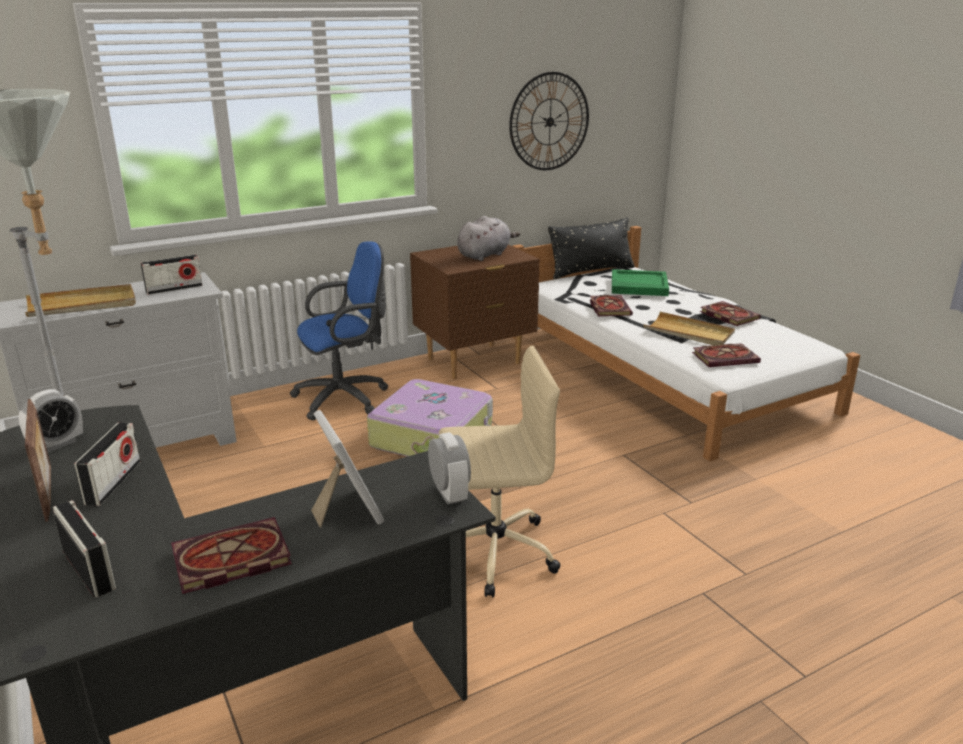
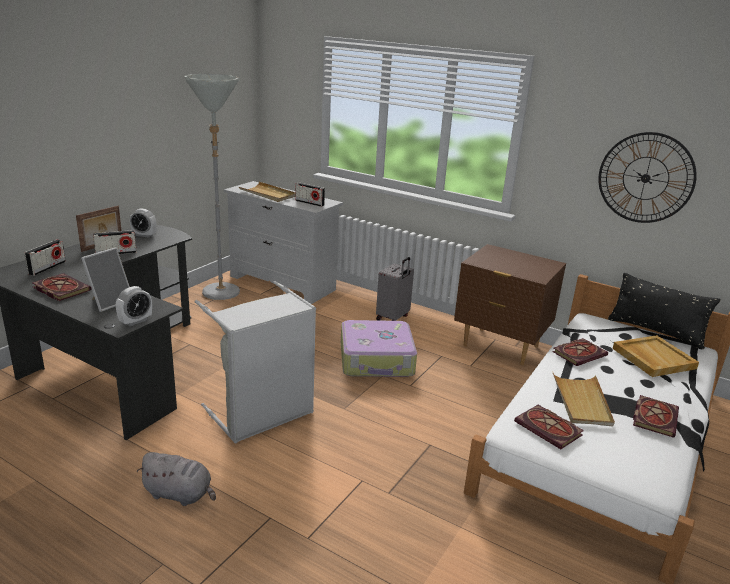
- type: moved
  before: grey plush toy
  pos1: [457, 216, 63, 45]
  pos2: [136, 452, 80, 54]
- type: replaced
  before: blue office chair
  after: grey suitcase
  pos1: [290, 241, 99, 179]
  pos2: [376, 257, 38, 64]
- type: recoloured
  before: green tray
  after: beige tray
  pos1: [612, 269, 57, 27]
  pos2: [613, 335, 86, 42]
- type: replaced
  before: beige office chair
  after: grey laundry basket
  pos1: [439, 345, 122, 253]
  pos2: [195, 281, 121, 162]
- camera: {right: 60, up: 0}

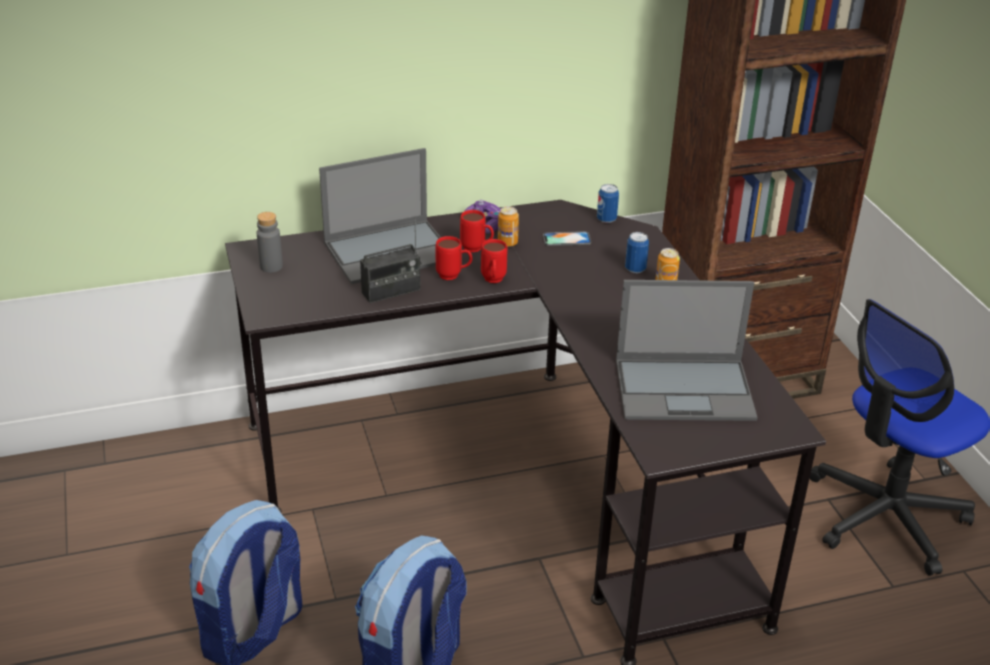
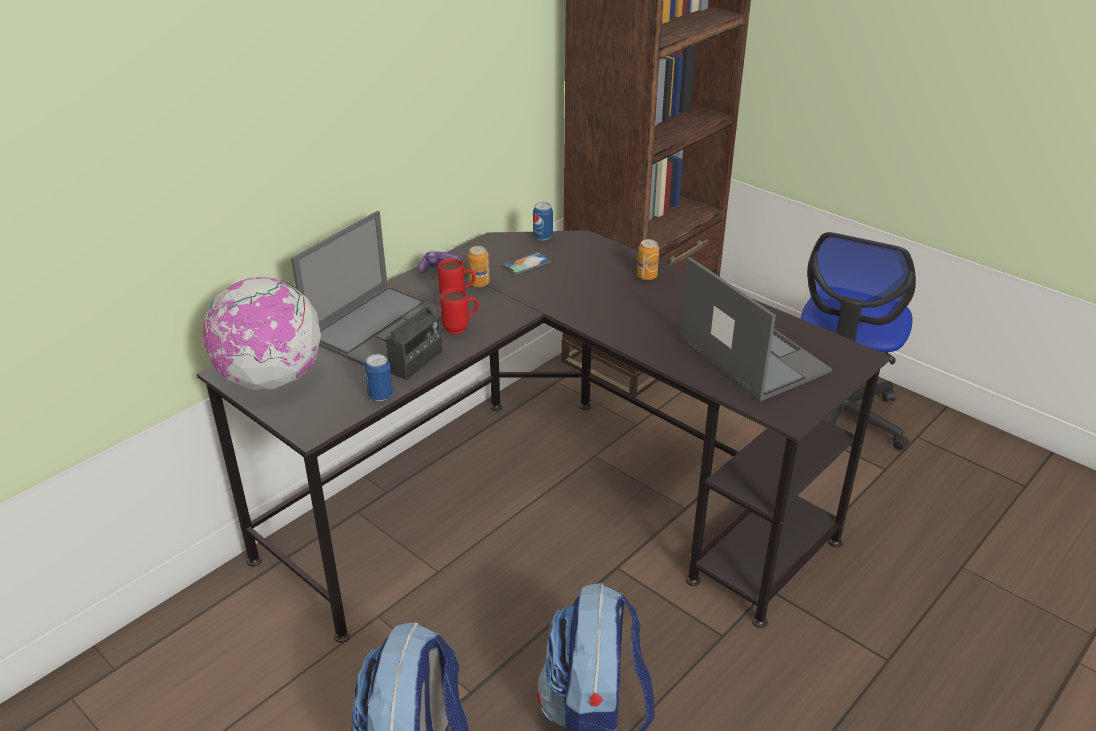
- type: replaced
  before: grey bottle
  after: globe
  pos1: [257, 212, 26, 61]
  pos2: [203, 277, 118, 113]
- type: moved
  before: can
  pos1: [625, 232, 24, 41]
  pos2: [364, 354, 29, 47]
- type: removed
  before: red mug
  pos1: [481, 239, 26, 44]
- type: turned
  before: laptop
  pos1: [616, 280, 142, 141]
  pos2: [680, 257, 152, 145]
  turn: -90
- camera: {right: -30, up: 0}

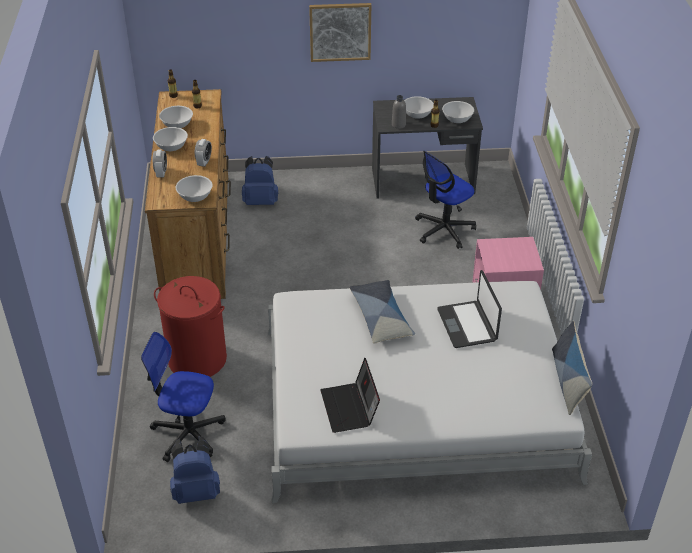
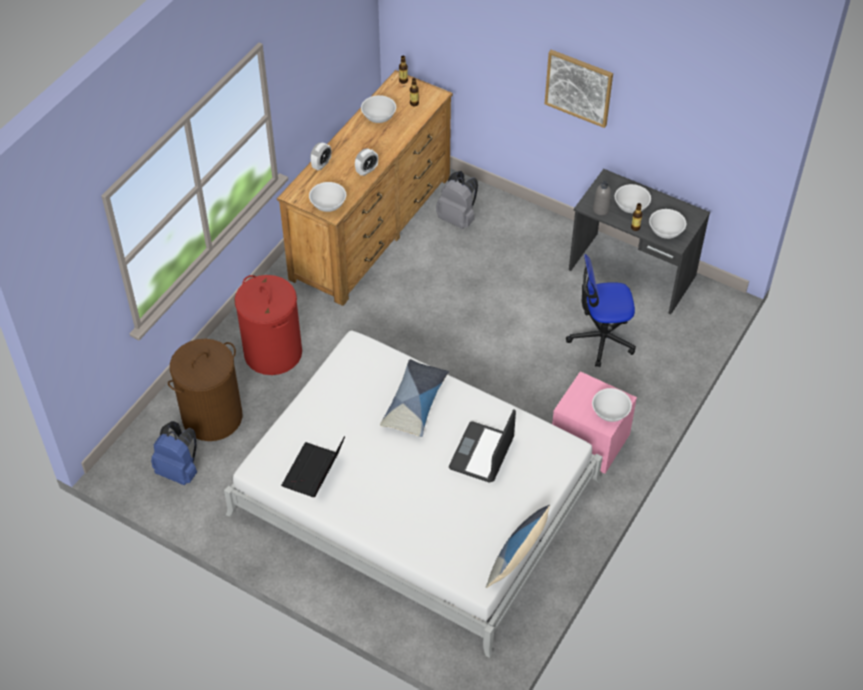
- type: moved
  before: white bowl
  pos1: [153, 127, 35, 24]
  pos2: [592, 388, 40, 34]
- type: recoloured
  before: blue backpack
  after: grey backpack
  pos1: [242, 156, 36, 49]
  pos2: [436, 171, 42, 58]
- type: replaced
  before: office chair
  after: brown laundry basket
  pos1: [141, 332, 84, 130]
  pos2: [168, 339, 74, 102]
- camera: {right: 35, up: 10}

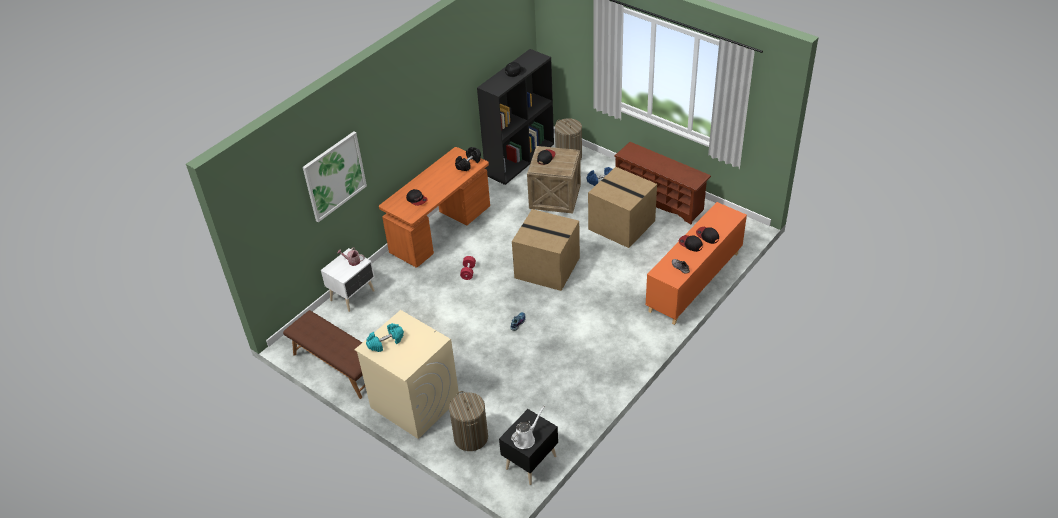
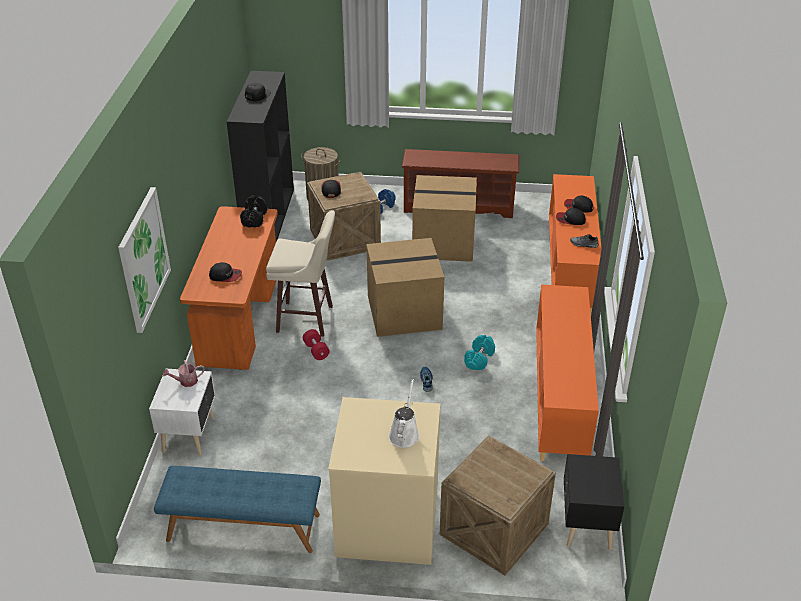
- type: recoloured
  before: brown bench
  after: blue bench
  pos1: [283, 310, 82, 89]
  pos2: [154, 466, 167, 87]
- type: moved
  before: turquoise dumbbell
  pos1: [366, 323, 38, 29]
  pos2: [464, 335, 31, 35]
- type: replaced
  before: laundry basket
  after: crate
  pos1: [449, 391, 39, 60]
  pos2: [439, 435, 117, 141]
- type: moved
  before: white watering can
  pos1: [511, 406, 34, 43]
  pos2: [389, 379, 30, 69]
- type: added
  after: beige stool
  pos2: [266, 210, 69, 127]
- type: added
  after: orange cabinet
  pos2: [536, 285, 63, 176]
- camera: {right: -35, up: -5}

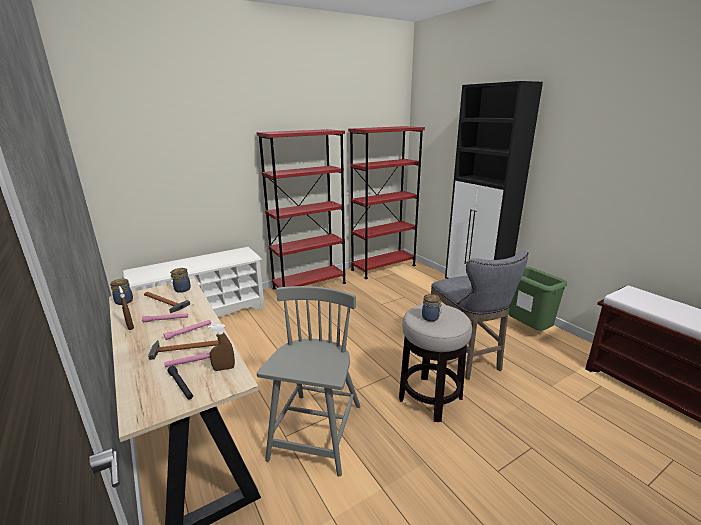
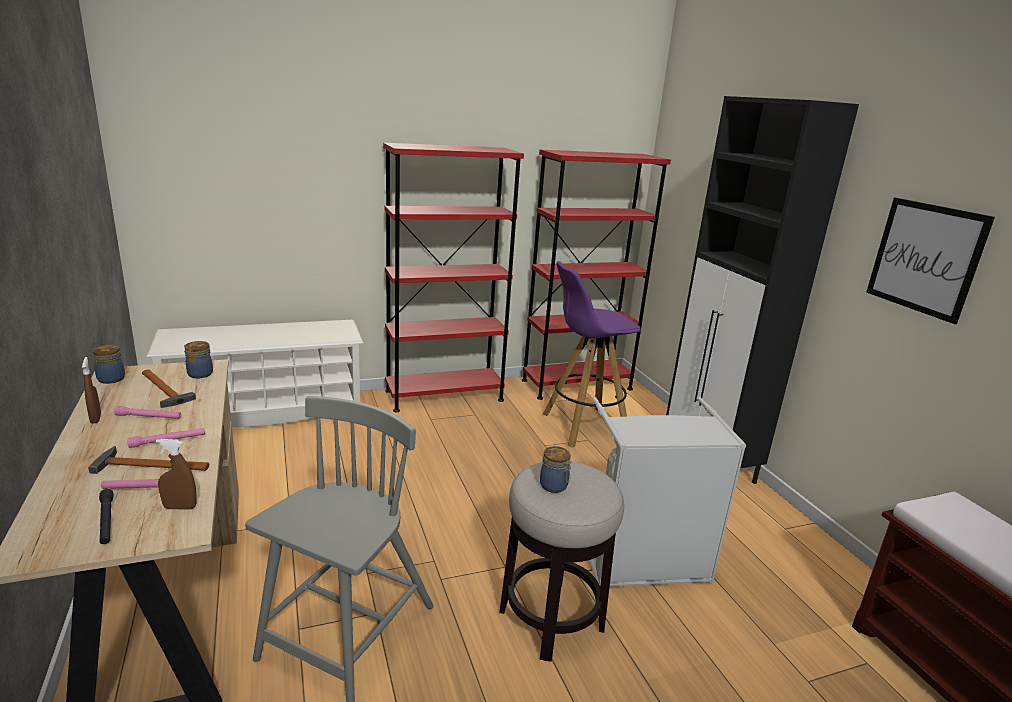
- type: replaced
  before: grey stool
  after: grey laundry basket
  pos1: [431, 250, 97, 130]
  pos2: [589, 397, 157, 190]
- type: removed
  before: green trash can
  pos1: [508, 267, 59, 63]
- type: added
  after: picture
  pos2: [866, 198, 129, 126]
- type: added
  after: purple stool
  pos2: [543, 261, 98, 187]
- camera: {right: 10, up: 0}

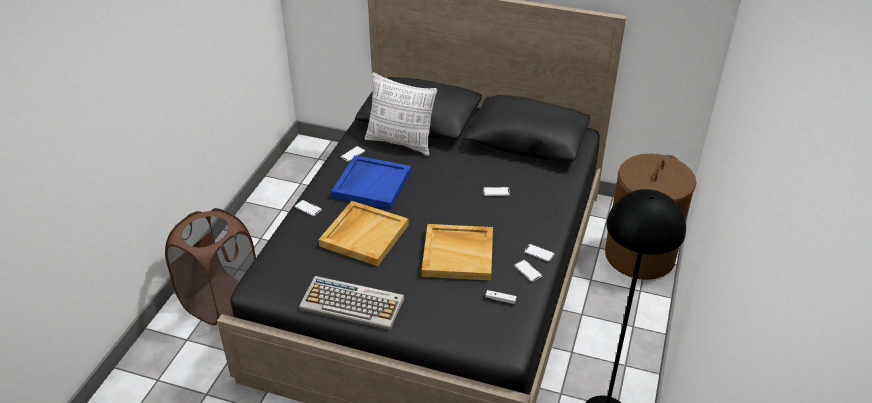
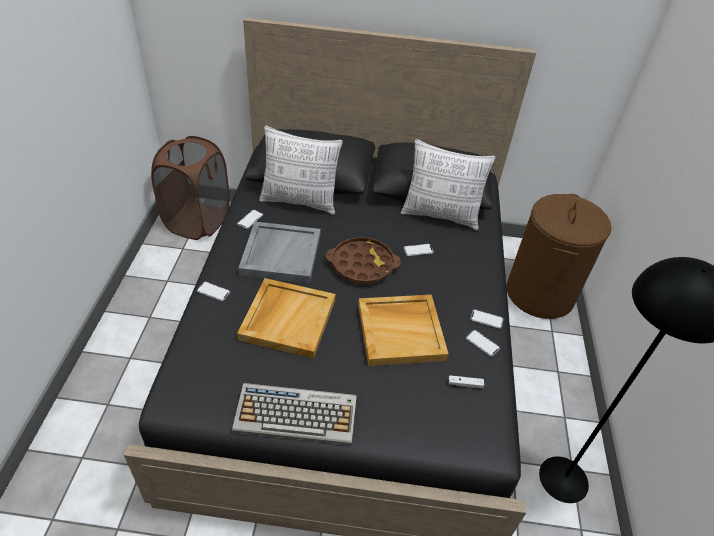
- type: recoloured
  before: blue tray
  after: grey tray
  pos1: [332, 155, 79, 55]
  pos2: [238, 221, 83, 62]
- type: moved
  before: brown laundry basket
  pos1: [165, 208, 91, 118]
  pos2: [151, 136, 79, 104]
- type: added
  after: pillow
  pos2: [401, 139, 95, 91]
- type: added
  after: brown tray
  pos2: [326, 237, 75, 47]
- camera: {right: -15, up: 5}

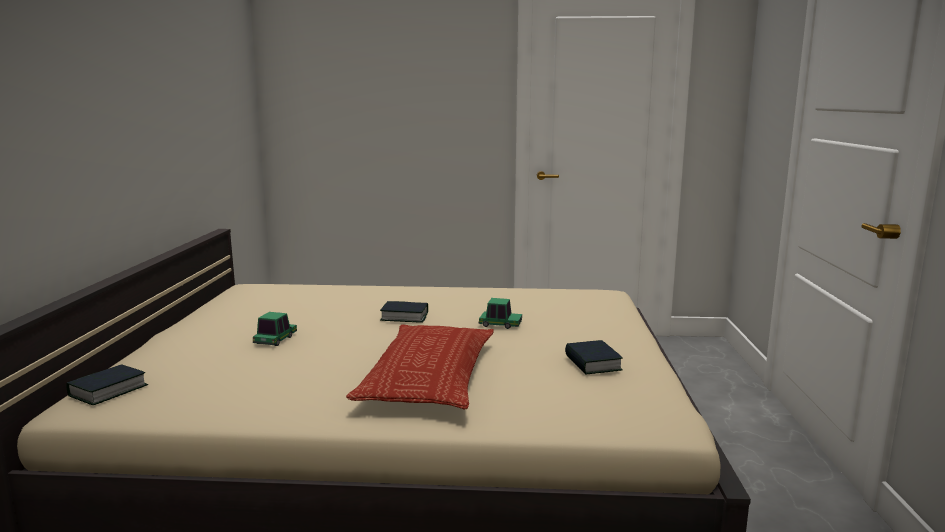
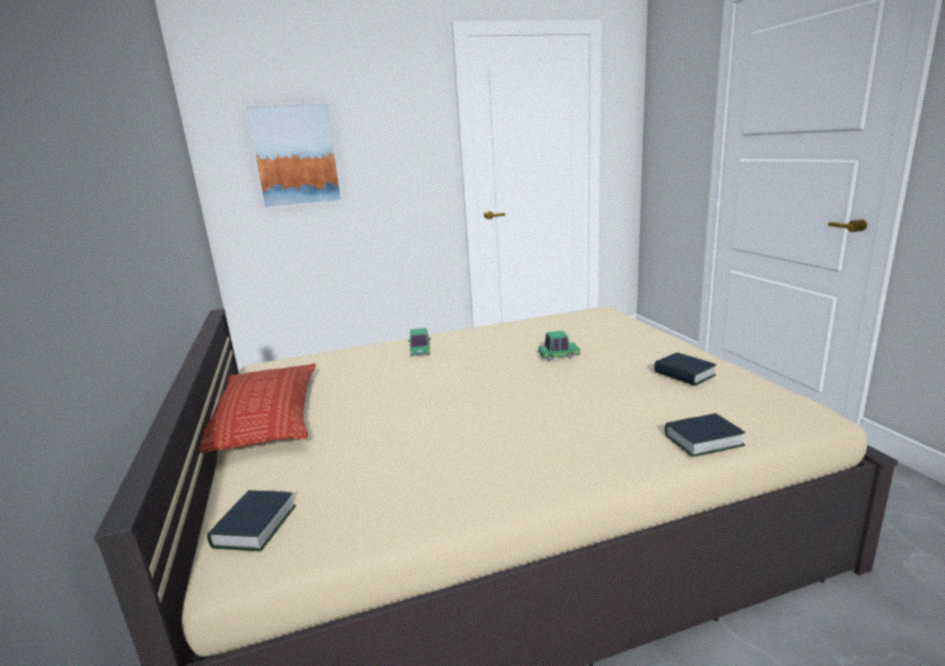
- type: moved
  before: book
  pos1: [380, 301, 48, 22]
  pos2: [665, 413, 80, 44]
- type: moved
  before: toy car
  pos1: [253, 312, 44, 34]
  pos2: [408, 328, 23, 28]
- type: moved
  before: pillow
  pos1: [346, 324, 148, 85]
  pos2: [199, 363, 117, 91]
- type: added
  after: picture
  pos2: [244, 102, 99, 107]
- camera: {right: -20, up: 5}

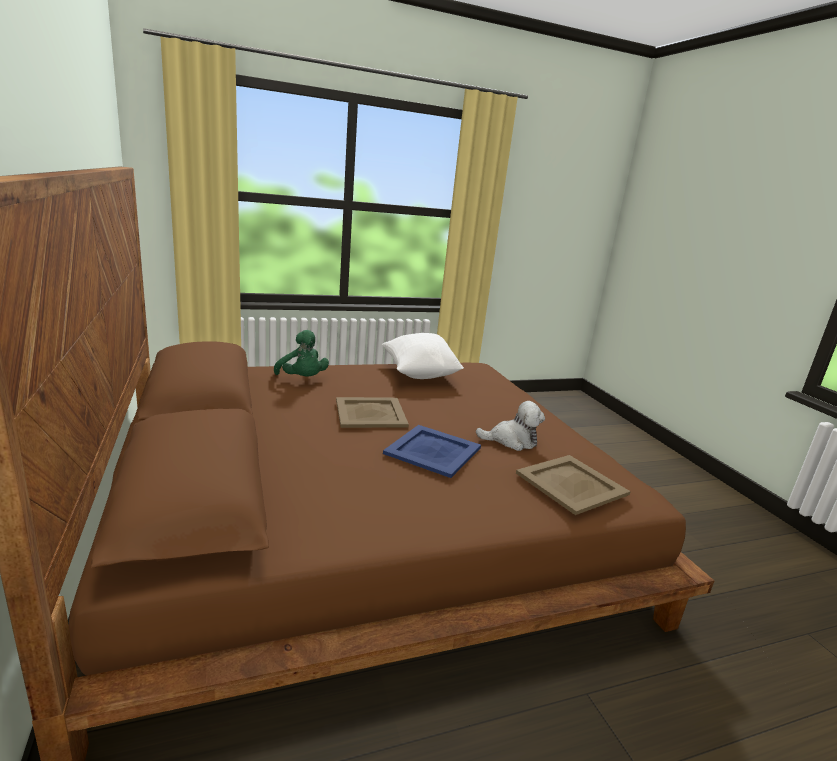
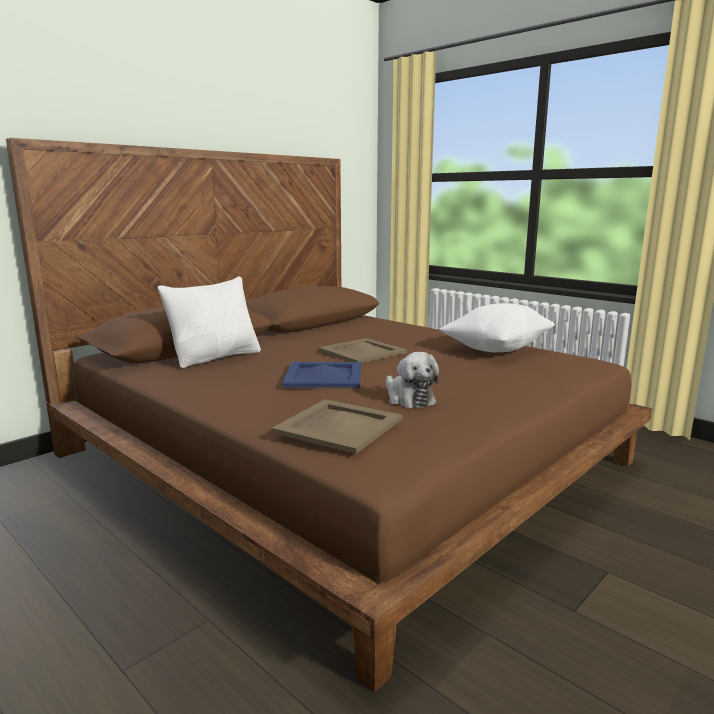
- type: removed
  before: green plush toy
  pos1: [274, 330, 55, 47]
- type: added
  after: white pillow
  pos2: [158, 276, 103, 92]
- camera: {right: 65, up: -5}

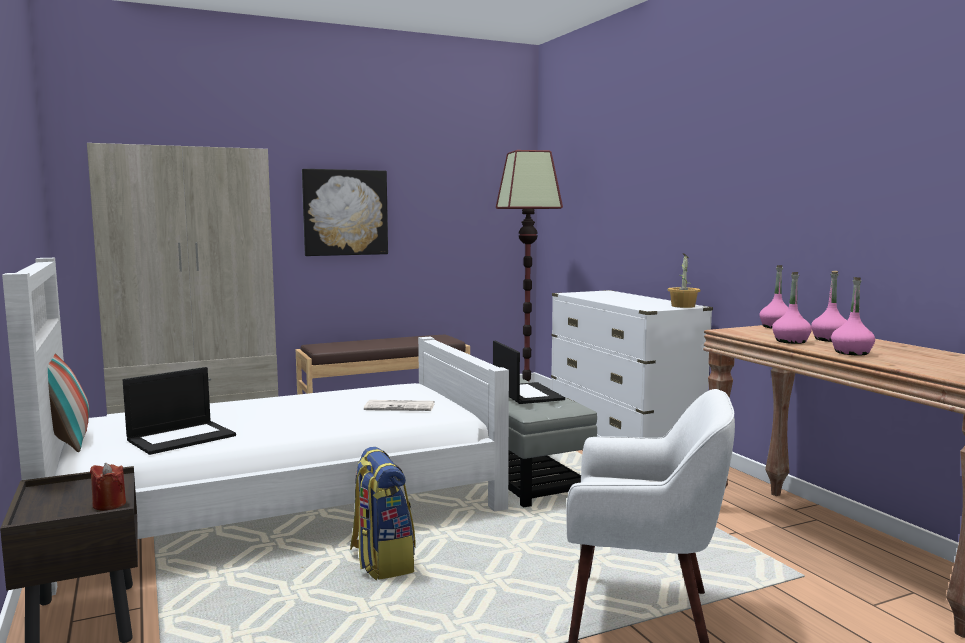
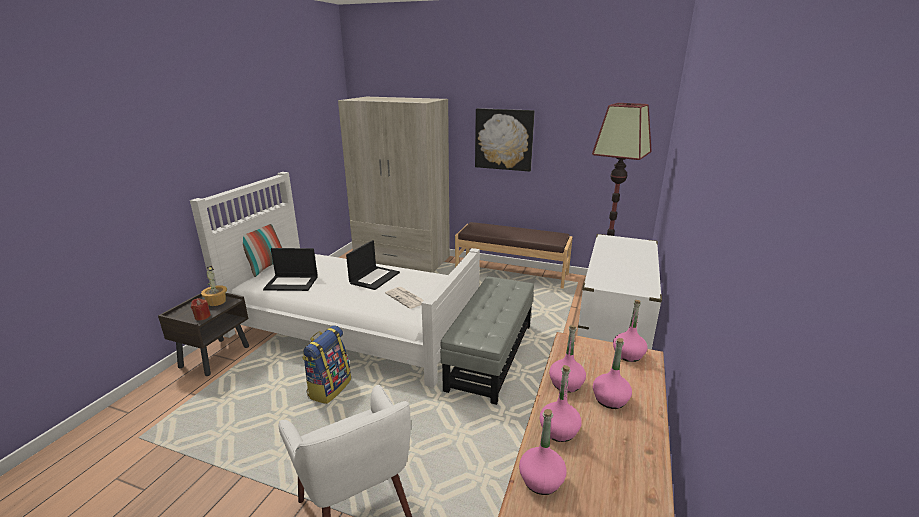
- type: moved
  before: potted plant
  pos1: [668, 254, 32, 54]
  pos2: [201, 266, 26, 40]
- type: moved
  before: laptop
  pos1: [493, 341, 72, 63]
  pos2: [346, 240, 54, 50]
- type: added
  after: pink bottle
  pos2: [519, 409, 48, 86]
- camera: {right: 45, up: 15}

